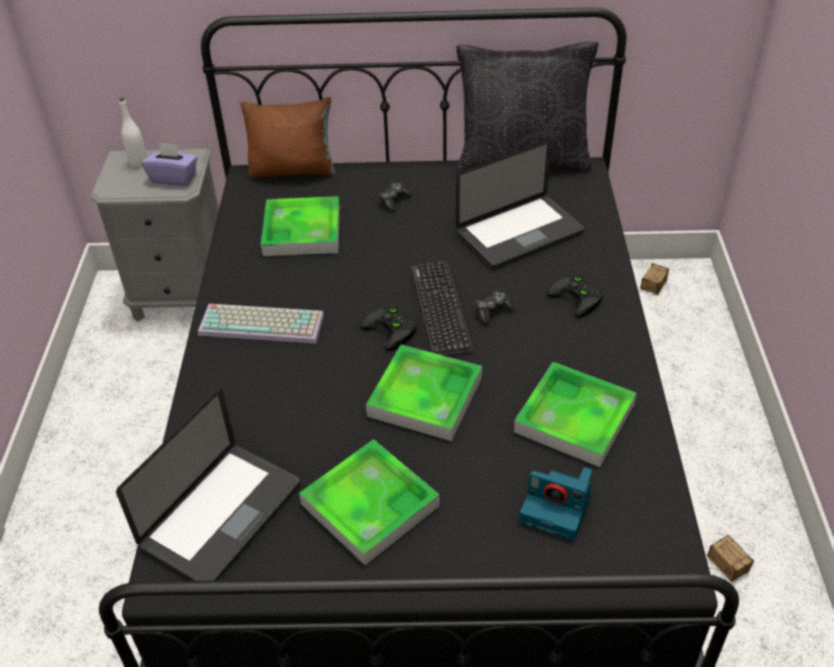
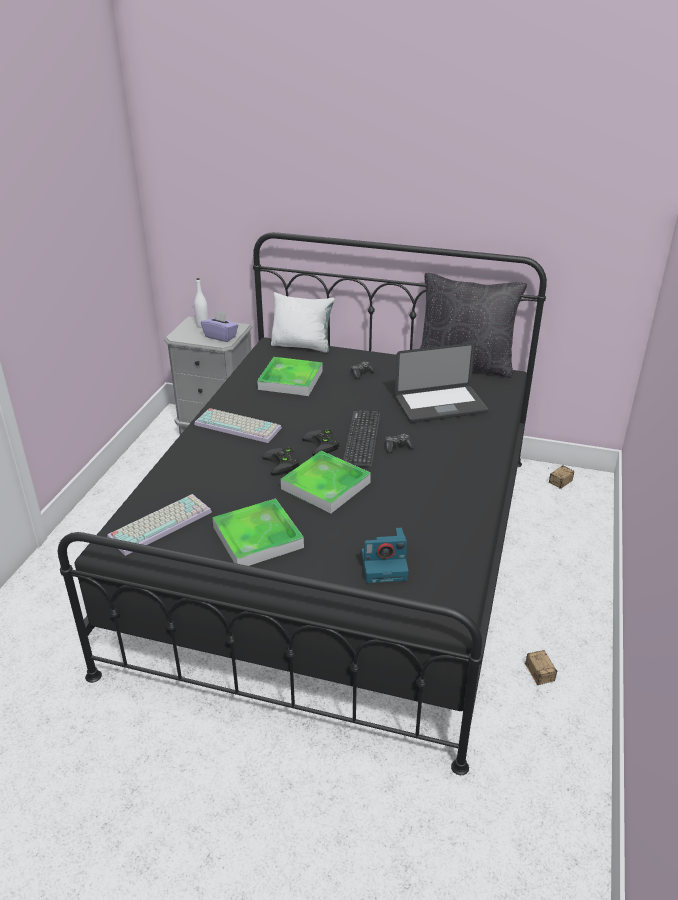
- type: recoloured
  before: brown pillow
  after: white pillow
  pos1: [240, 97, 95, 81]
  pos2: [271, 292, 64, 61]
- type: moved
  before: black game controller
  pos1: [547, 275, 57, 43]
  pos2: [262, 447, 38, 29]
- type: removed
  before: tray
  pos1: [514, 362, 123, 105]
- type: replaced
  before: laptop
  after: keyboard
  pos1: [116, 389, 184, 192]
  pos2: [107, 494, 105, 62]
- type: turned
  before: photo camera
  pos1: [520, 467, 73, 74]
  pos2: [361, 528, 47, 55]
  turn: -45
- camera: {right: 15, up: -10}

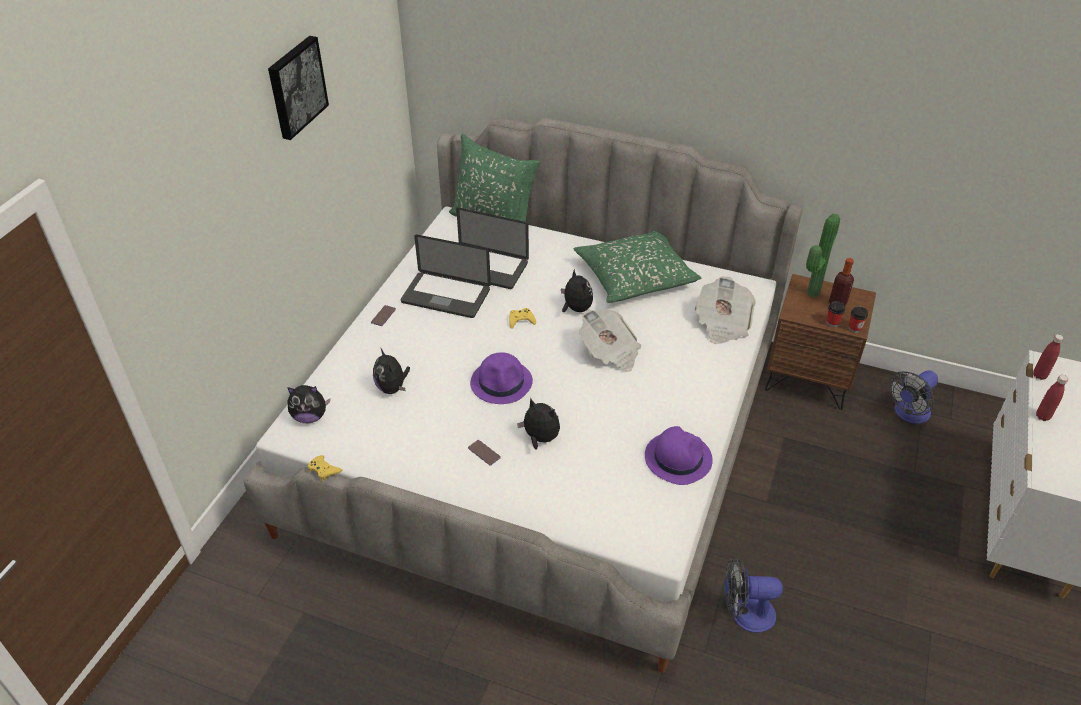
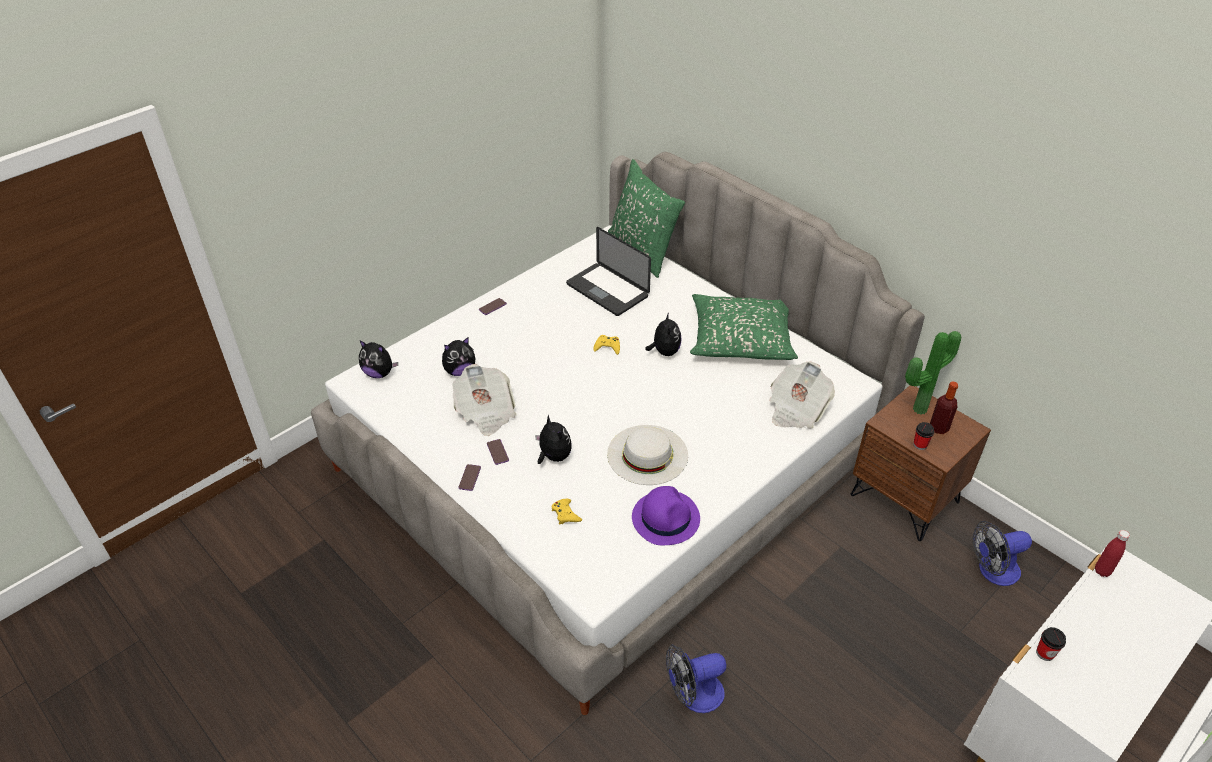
- type: removed
  before: picture
  pos1: [268, 36, 61, 104]
- type: removed
  before: laptop
  pos1: [401, 234, 90, 84]
- type: moved
  before: cup
  pos1: [849, 306, 19, 27]
  pos2: [1036, 627, 30, 34]
- type: moved
  before: newspaper
  pos1: [579, 309, 62, 63]
  pos2: [452, 364, 64, 72]
- type: turned
  before: plush toy
  pos1: [373, 348, 37, 46]
  pos2: [442, 337, 34, 39]
  turn: -120
- type: removed
  before: purple hat
  pos1: [470, 352, 63, 52]
- type: removed
  before: red bottle
  pos1: [1036, 375, 32, 46]
- type: moved
  before: yellow game controller
  pos1: [308, 455, 35, 26]
  pos2: [552, 499, 30, 26]
- type: turned
  before: fan
  pos1: [725, 557, 58, 76]
  pos2: [666, 644, 60, 69]
  turn: -45
- type: added
  after: white hat
  pos2: [607, 425, 81, 60]
- type: added
  after: phone
  pos2: [458, 464, 23, 27]
- camera: {right: 25, up: 0}

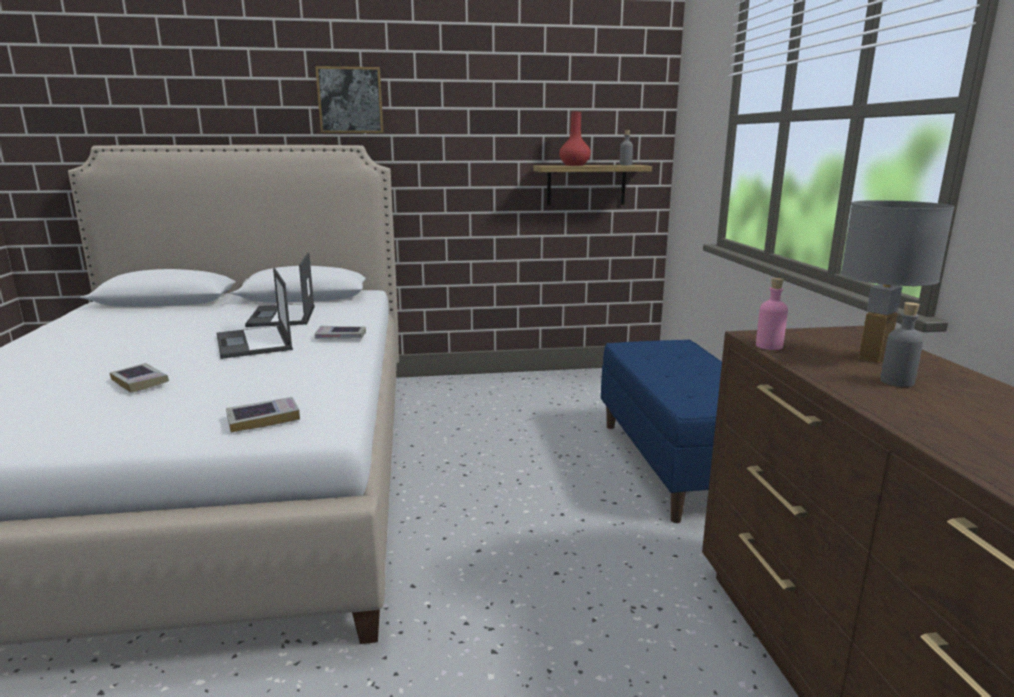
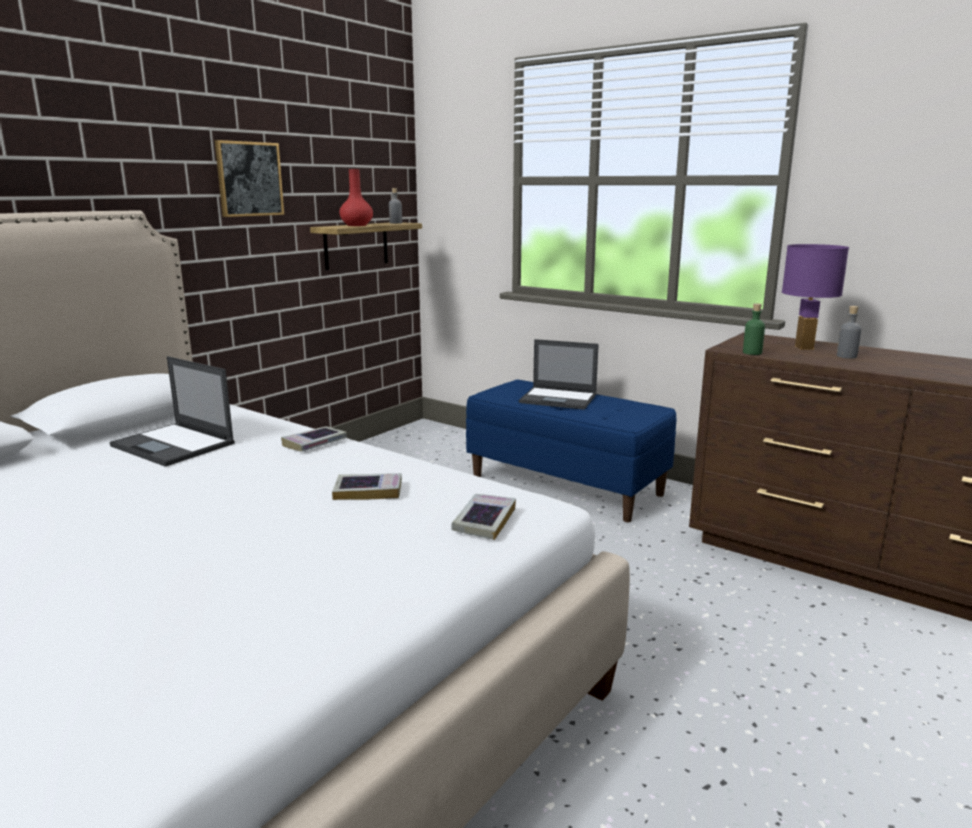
- type: moved
  before: picture
  pos1: [315, 66, 68, 67]
  pos2: [215, 140, 69, 77]
- type: recoloured
  before: grey table lamp
  after: purple table lamp
  pos1: [841, 200, 114, 163]
  pos2: [782, 244, 67, 106]
- type: moved
  before: laptop
  pos1: [217, 268, 76, 91]
  pos2: [519, 339, 80, 71]
- type: recoloured
  before: pink bottle
  after: green bottle
  pos1: [756, 278, 32, 72]
  pos2: [743, 303, 22, 52]
- type: moved
  before: book
  pos1: [110, 363, 59, 30]
  pos2: [332, 473, 70, 27]
- camera: {right: -45, up: 0}

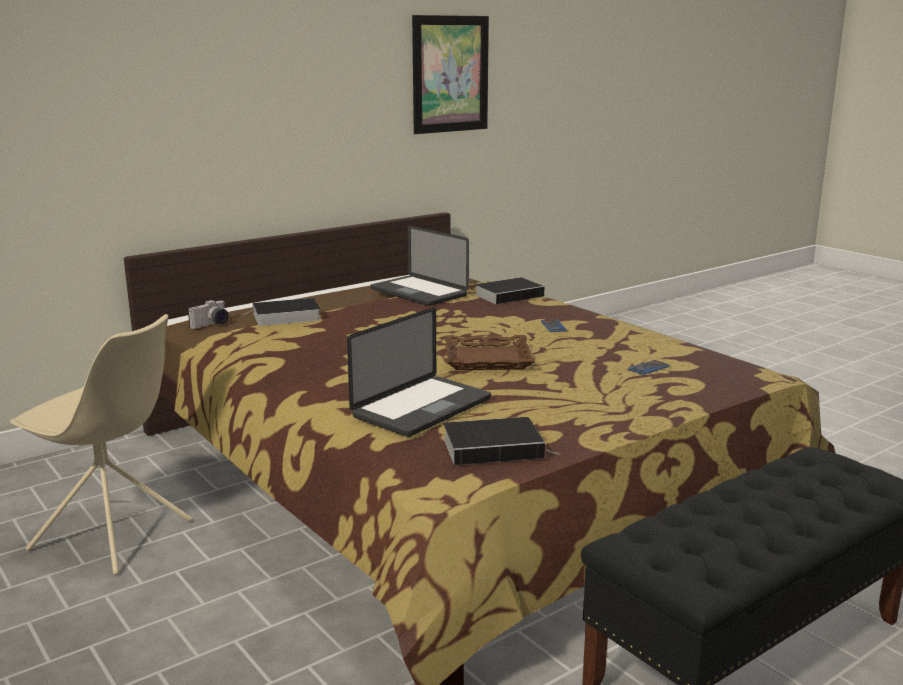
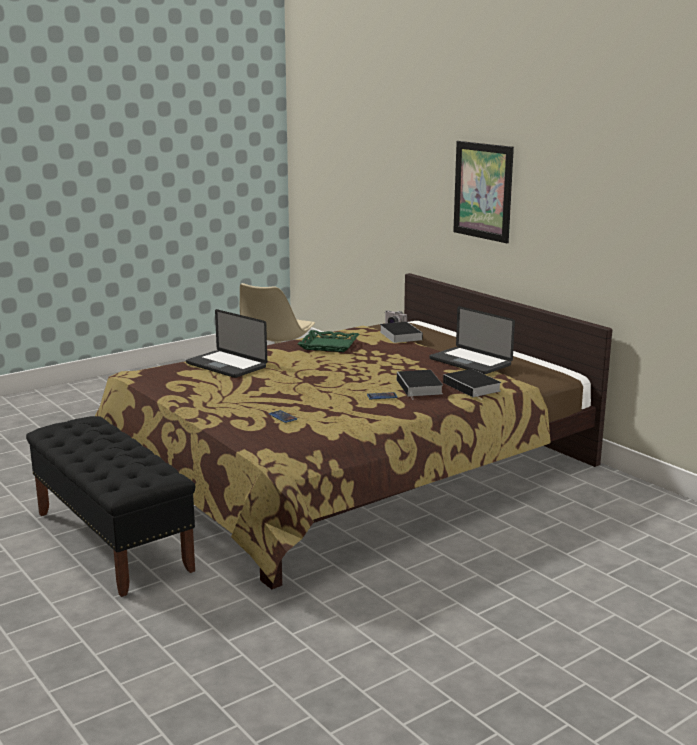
- type: moved
  before: picture
  pos1: [412, 15, 77, 119]
  pos2: [453, 141, 61, 102]
- type: turned
  before: laptop
  pos1: [371, 225, 98, 81]
  pos2: [429, 306, 86, 68]
  turn: -90
- type: removed
  before: brown tray
  pos1: [444, 335, 91, 35]
- type: moved
  before: book
  pos1: [443, 417, 117, 48]
  pos2: [397, 370, 46, 29]
- type: added
  after: green tray
  pos2: [298, 330, 61, 22]
- camera: {right: 90, up: 0}

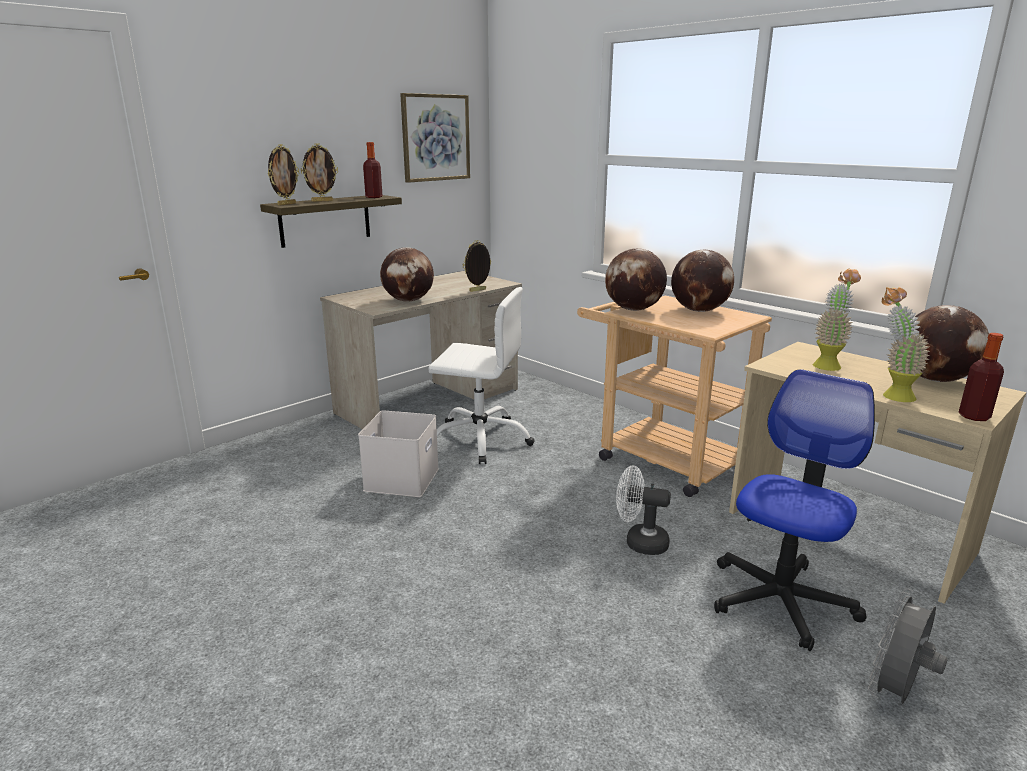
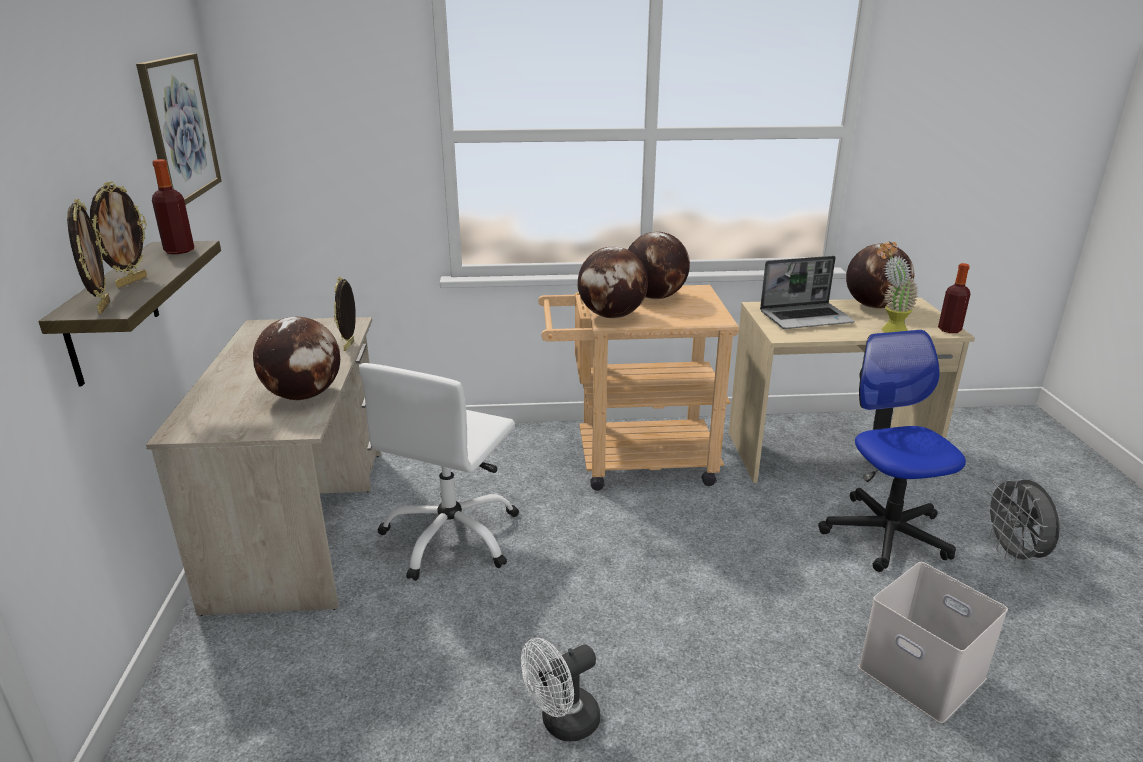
- type: replaced
  before: potted plant
  after: laptop
  pos1: [813, 268, 48, 103]
  pos2: [760, 256, 95, 73]
- type: turned
  before: white office chair
  pos1: [428, 287, 107, 177]
  pos2: [359, 363, 160, 218]
  turn: 150
- type: moved
  before: white storage box
  pos1: [358, 410, 81, 87]
  pos2: [858, 562, 150, 161]
- type: moved
  before: white fan
  pos1: [616, 466, 55, 89]
  pos2: [521, 638, 79, 103]
- camera: {right: -50, up: 5}

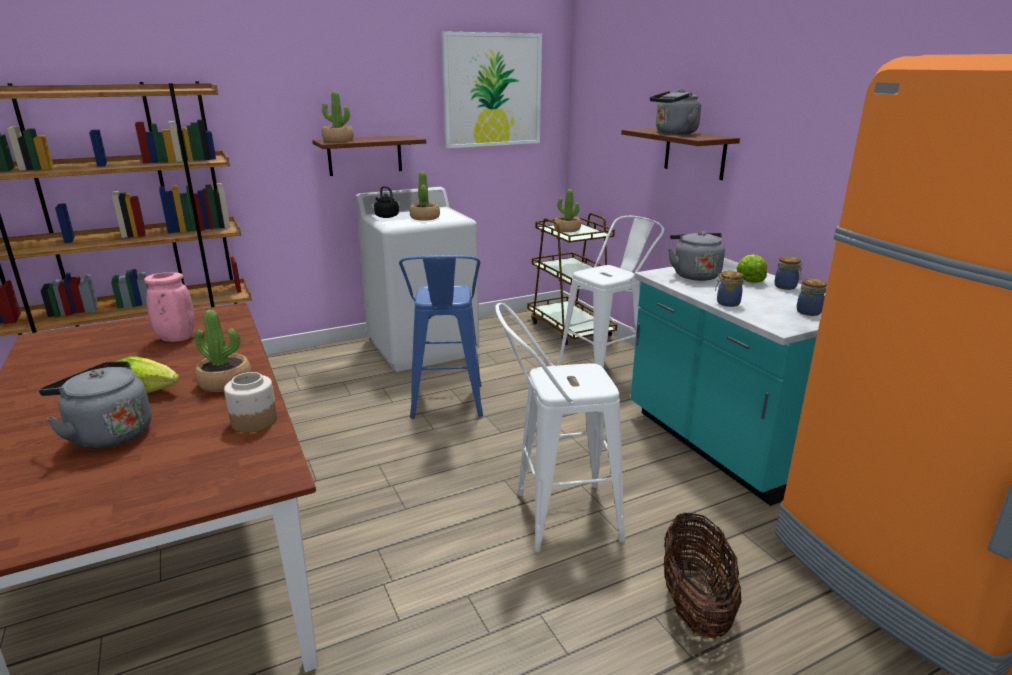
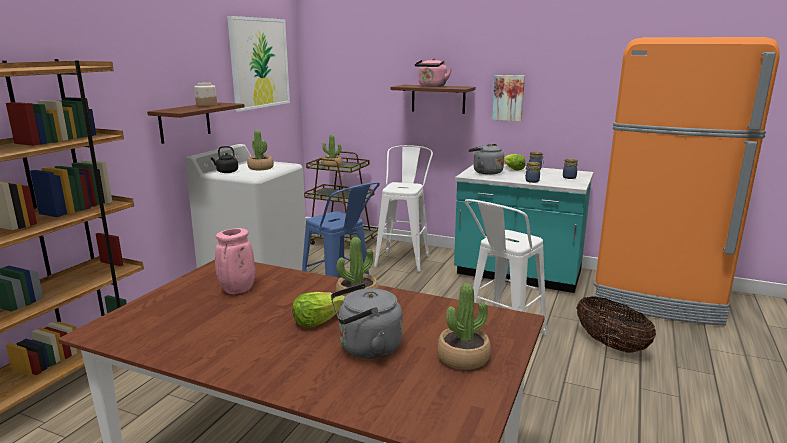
- type: recoloured
  before: grey kettle
  after: pink kettle
  pos1: [650, 89, 51, 45]
  pos2: [415, 58, 37, 29]
- type: moved
  before: potted plant
  pos1: [322, 91, 32, 51]
  pos2: [437, 283, 54, 87]
- type: moved
  before: jar
  pos1: [224, 372, 53, 61]
  pos2: [194, 83, 23, 24]
- type: added
  after: picture
  pos2: [492, 75, 33, 46]
- camera: {right: -40, up: -5}

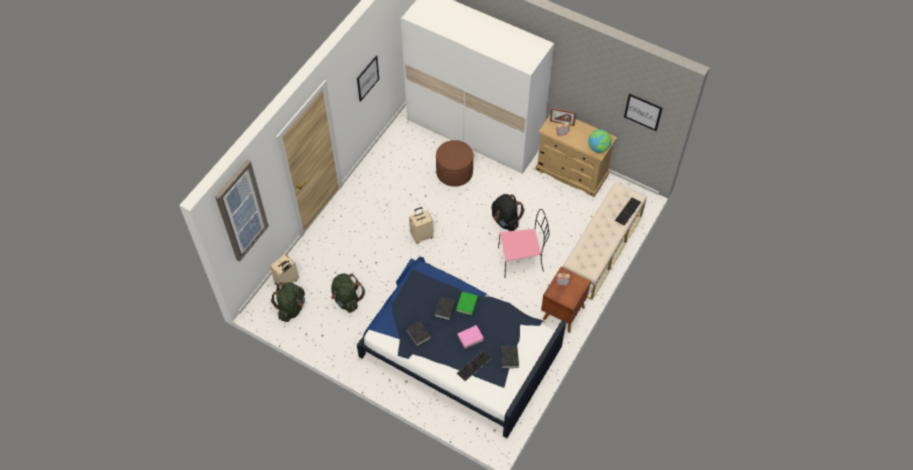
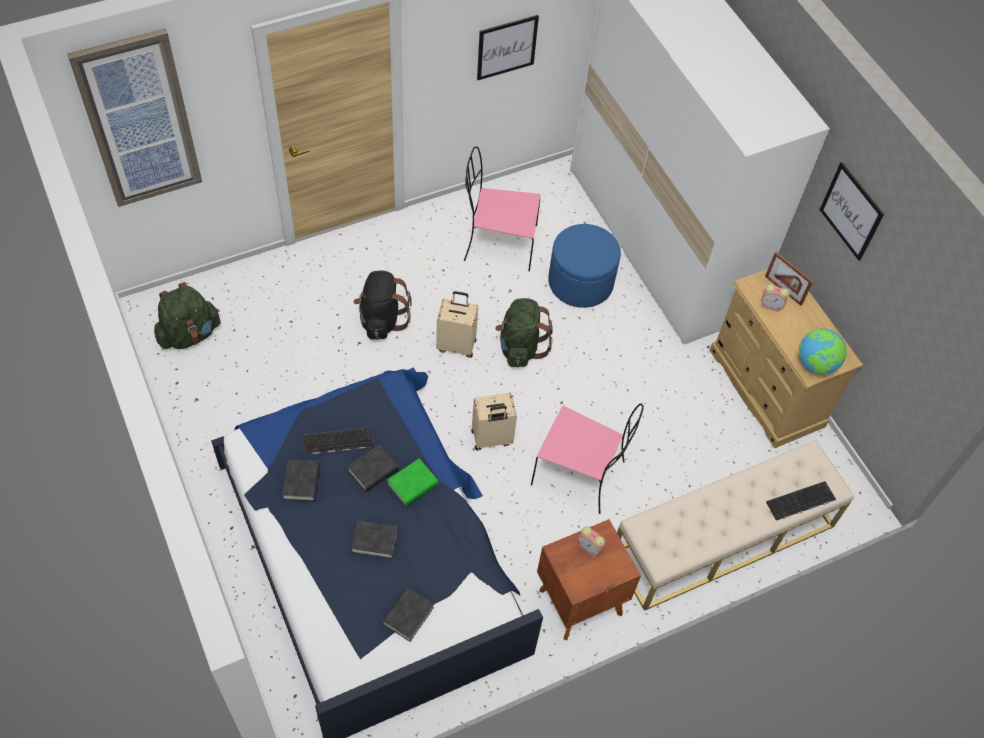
- type: moved
  before: picture
  pos1: [624, 93, 39, 38]
  pos2: [820, 162, 64, 99]
- type: recoloured
  before: brown ottoman
  after: blue ottoman
  pos1: [436, 140, 37, 47]
  pos2: [549, 224, 72, 84]
- type: moved
  before: black backpack
  pos1: [492, 194, 33, 37]
  pos2: [354, 271, 58, 69]
- type: moved
  before: beige suitcase
  pos1: [270, 254, 29, 33]
  pos2: [471, 393, 46, 57]
- type: moved
  before: green backpack
  pos1: [331, 273, 34, 40]
  pos2: [495, 298, 58, 69]
- type: recoloured
  before: pink book
  after: black book
  pos1: [457, 325, 27, 24]
  pos2: [351, 520, 47, 39]
- type: moved
  before: keyboard
  pos1: [457, 350, 35, 31]
  pos2: [303, 427, 70, 28]
- type: added
  after: pink chair
  pos2: [464, 147, 77, 124]
- camera: {right: 30, up: 0}

